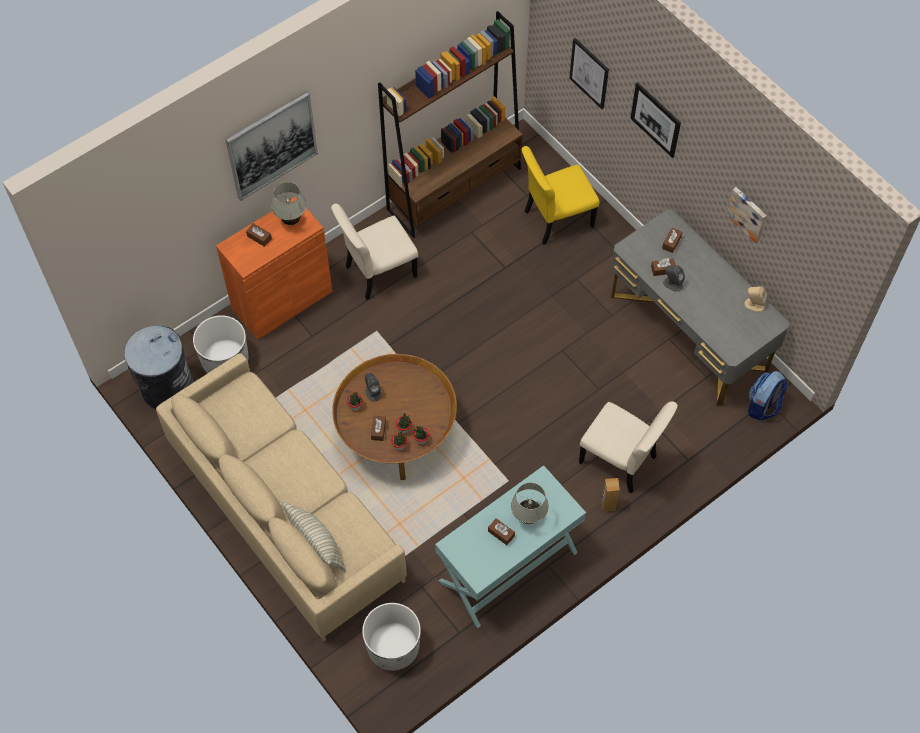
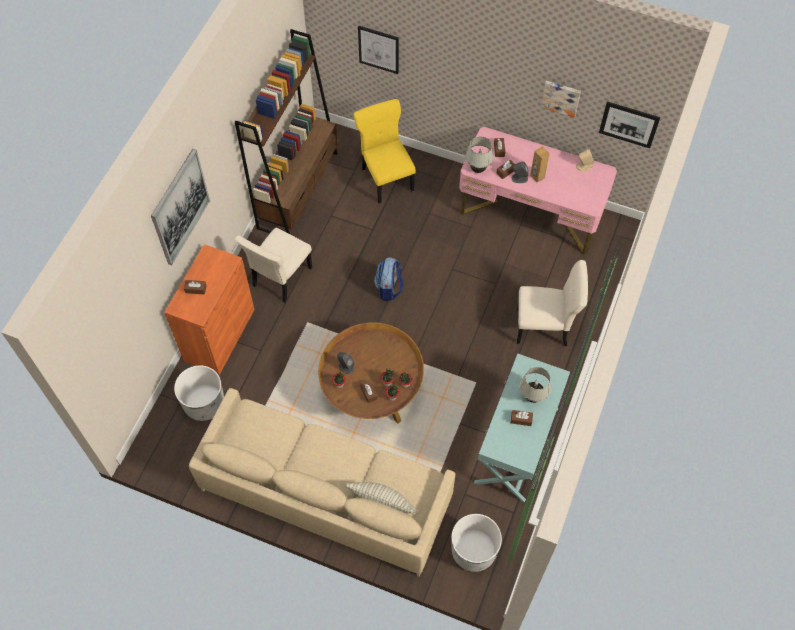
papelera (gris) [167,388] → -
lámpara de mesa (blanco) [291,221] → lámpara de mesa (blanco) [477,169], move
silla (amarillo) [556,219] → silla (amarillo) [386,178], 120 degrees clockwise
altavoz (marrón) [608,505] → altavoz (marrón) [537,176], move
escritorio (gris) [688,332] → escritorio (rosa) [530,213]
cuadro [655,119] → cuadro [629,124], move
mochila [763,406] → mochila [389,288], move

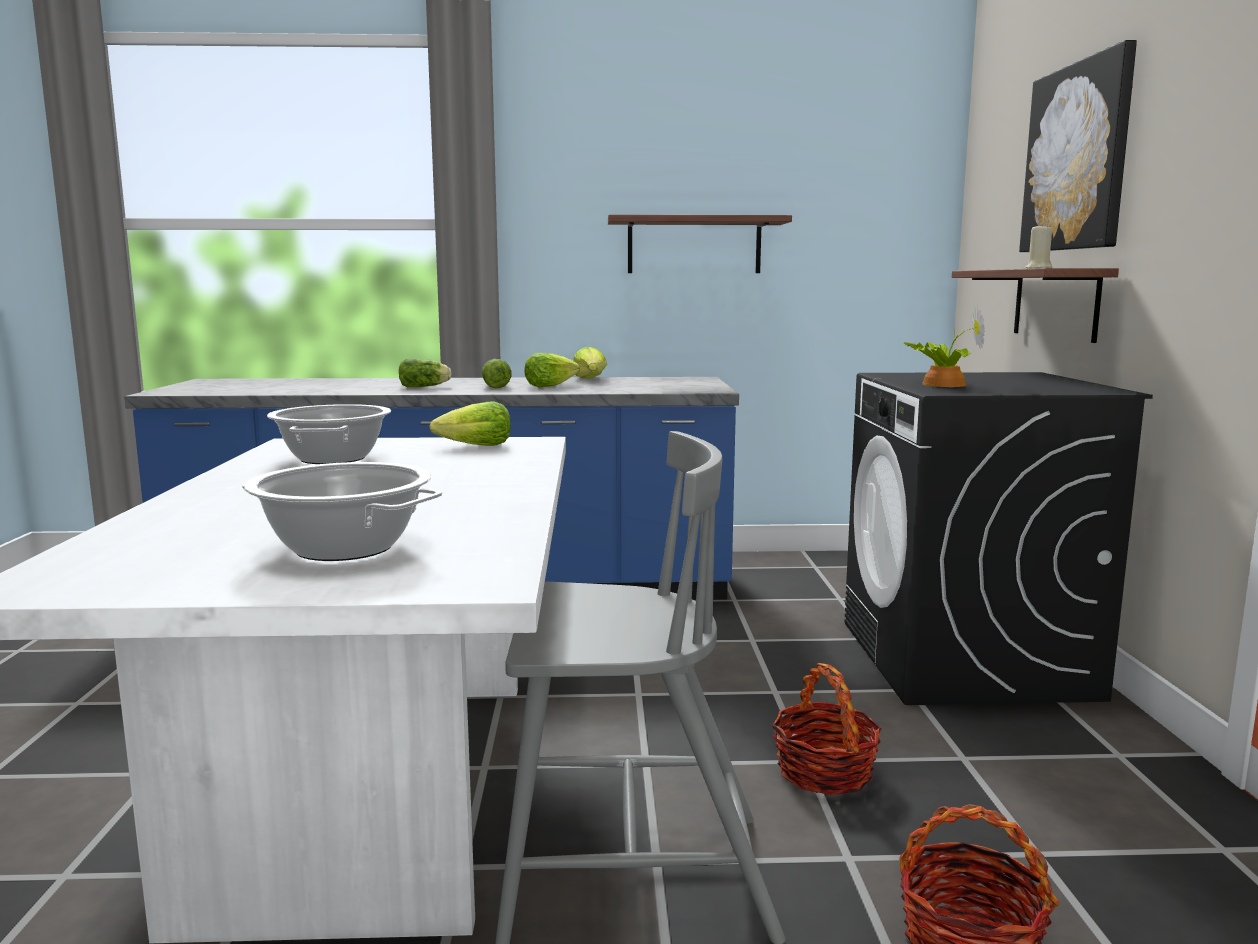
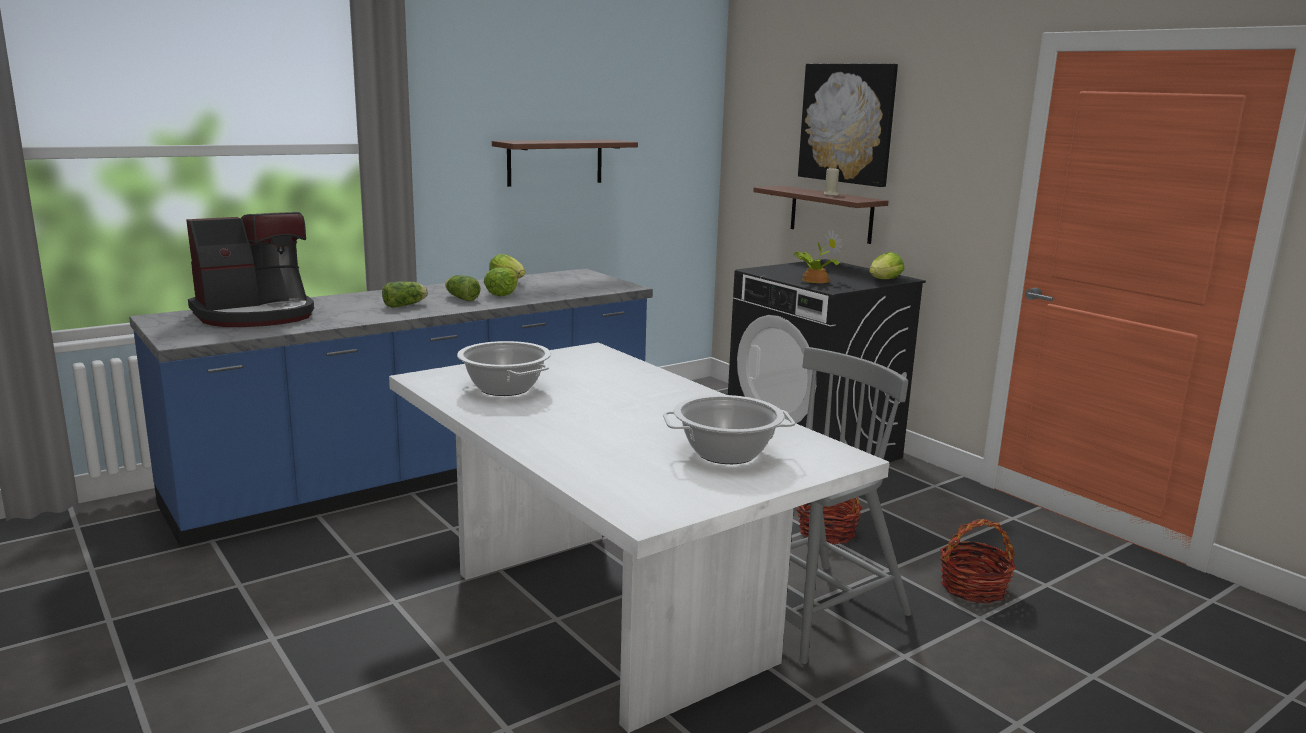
lechuga [476,447] → lechuga [884,280], move
- → cafetera [256,315]

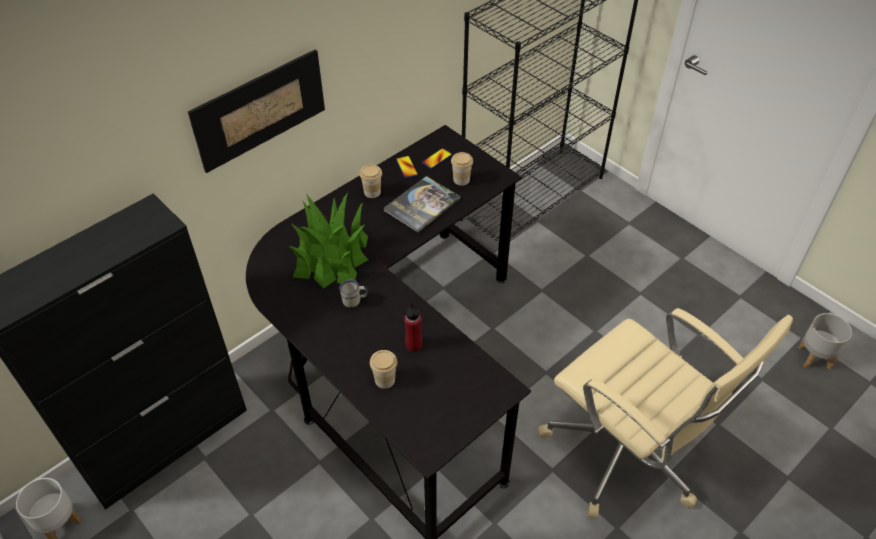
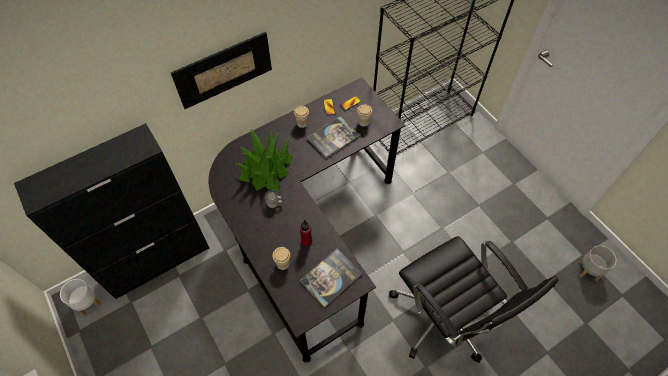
silla de oficina (beis) [627,454] → silla de oficina (negro) [444,318]
- → libro [331,277]

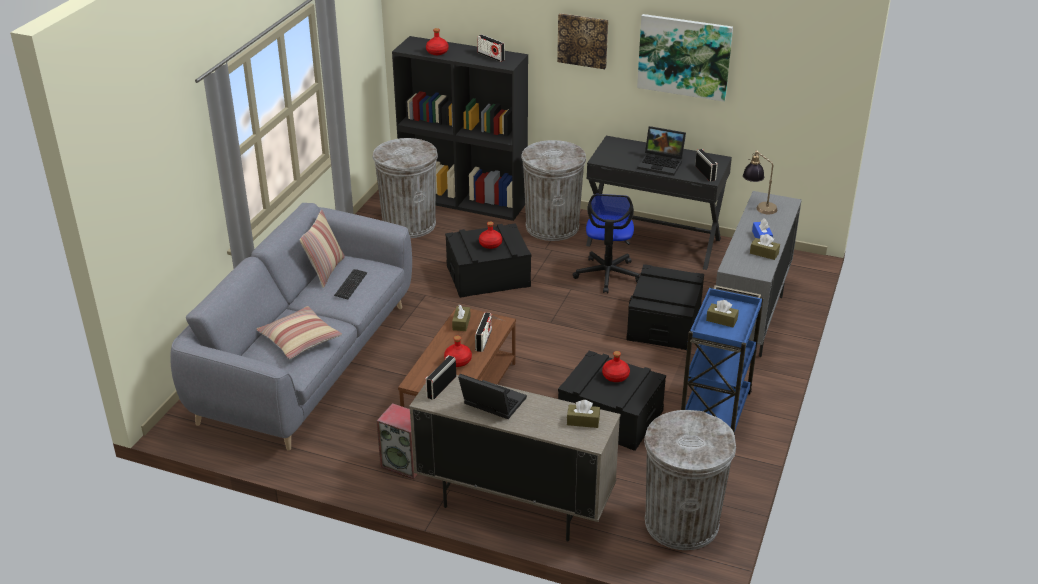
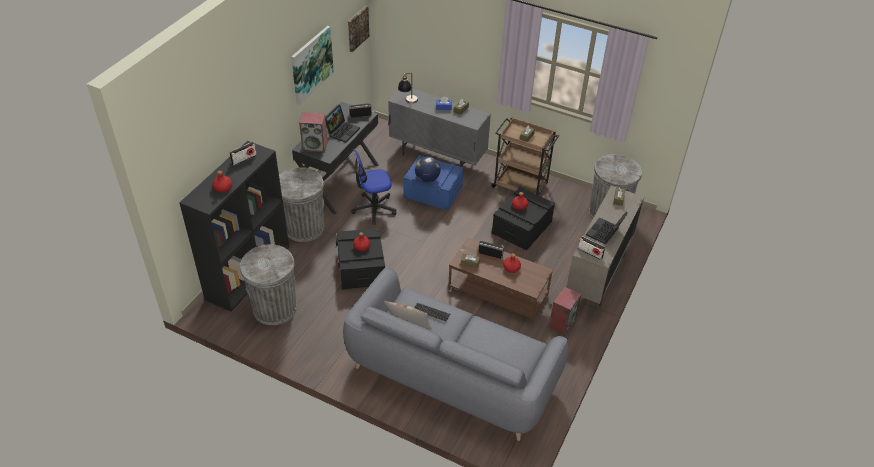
cojín [300,339] → -
cuadro [583,40] → cuadro [357,28], move
silla de oficina [607,275] → silla de oficina [374,209], 150 degrees clockwise
caja de almacenaje (negro) [664,323] → caja de almacenaje (azul) [433,192]
carrito (azul) [715,413] → carrito (marrón) [520,186]
- → altavoz [315,146]
- → globo terráqueo [427,179]

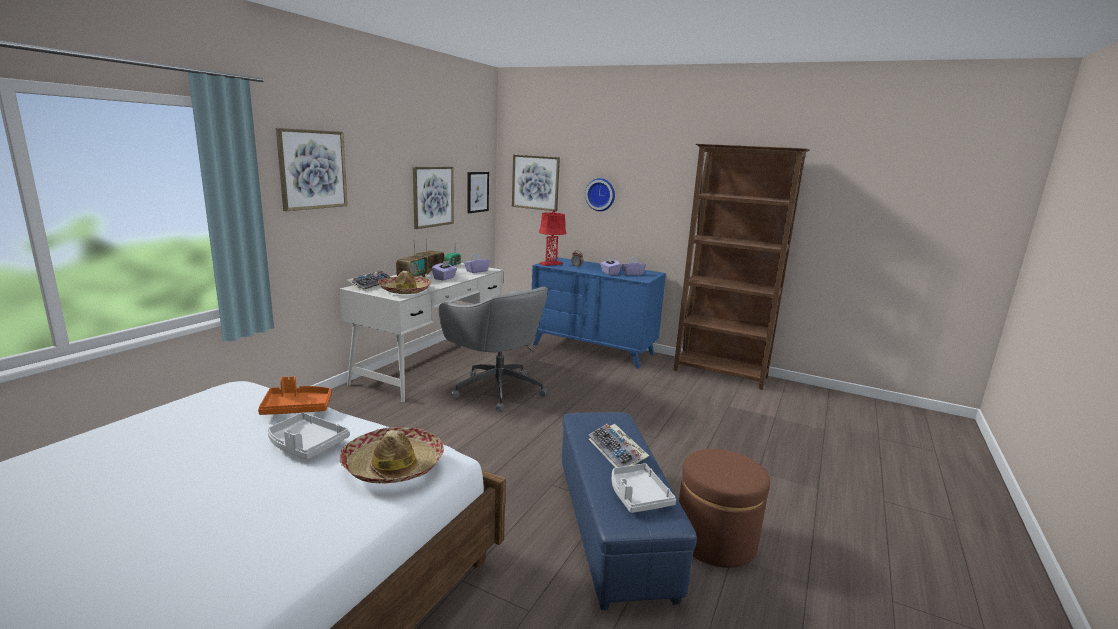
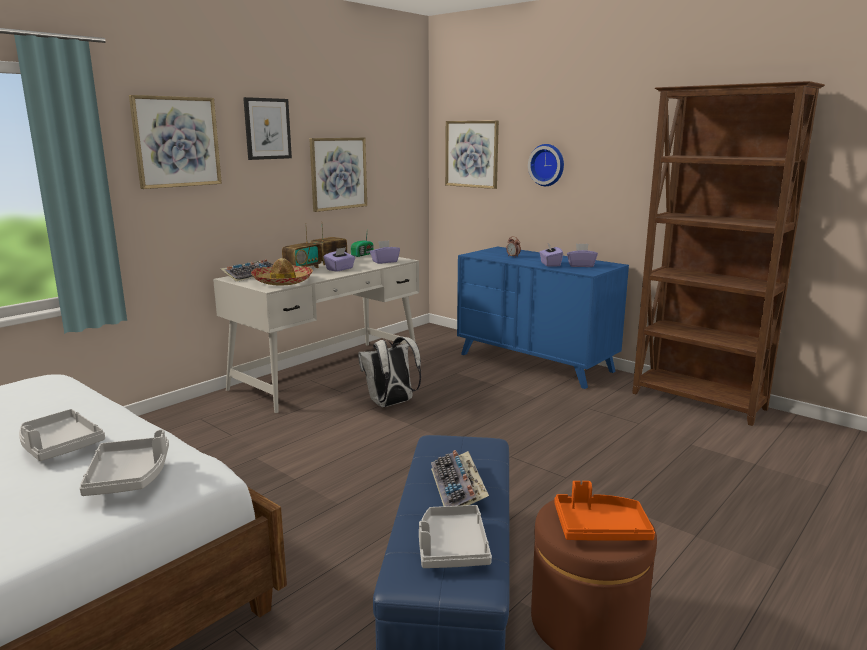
bandeja (naranja) [297,408] → bandeja (naranja) [600,528], move
sombrero [393,465] → bandeja (gris) [129,477]
silla de oficina (gris) [496,389] → mochila (blanco) [391,404]
cuadro [477,192] → cuadro [267,129], move
lámpara de mesa (rojo) [551,264] → -

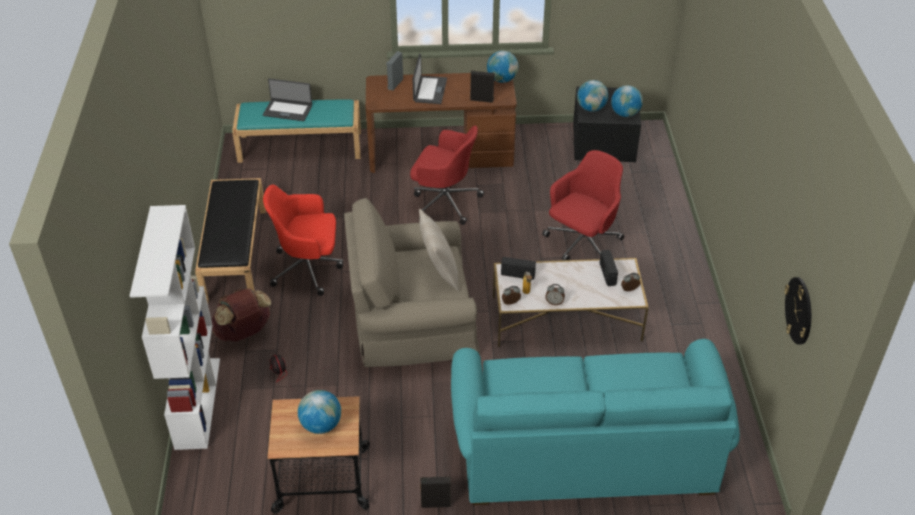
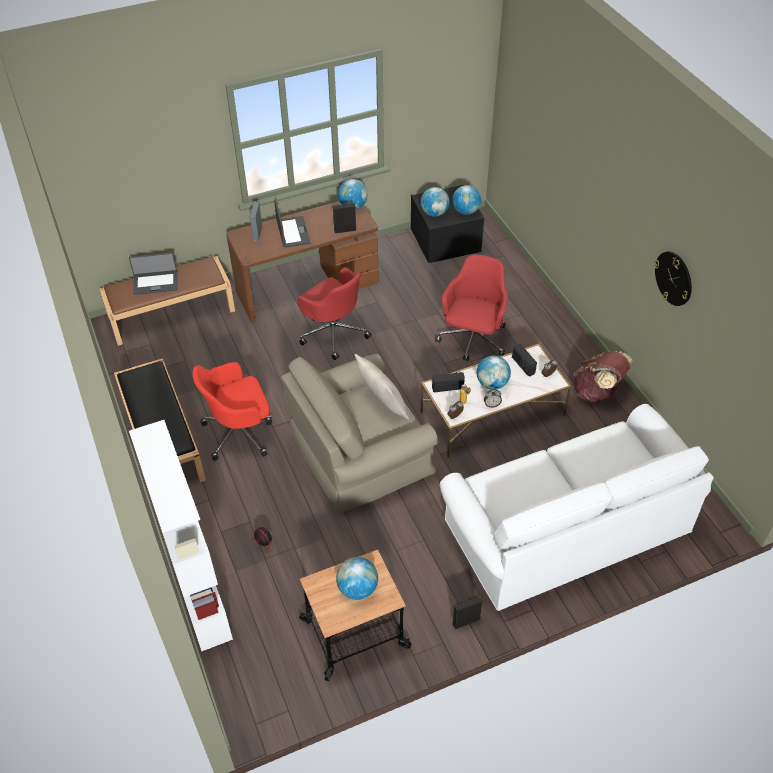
mochila (marrón) [243,332] → mochila (marrón) [597,392], move
banco (turquesa) [301,146] → banco (marrón) [172,313]
silla de oficina (rojo) [444,201] → silla de oficina (rojo) [333,332], 45 degrees clockwise
sofá (turquesa) [585,449] → sofá (blanco) [566,529]
reloj de pared [799,310] → reloj de pared [673,278], move
- → globo terráqueo [492,384]

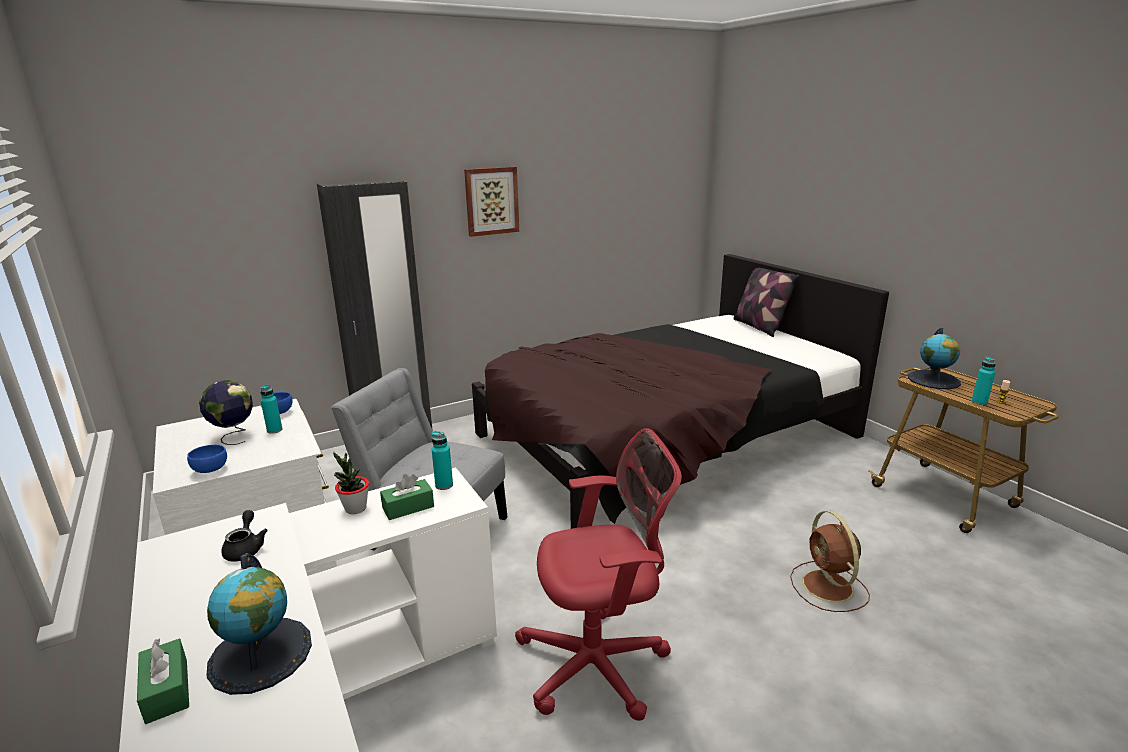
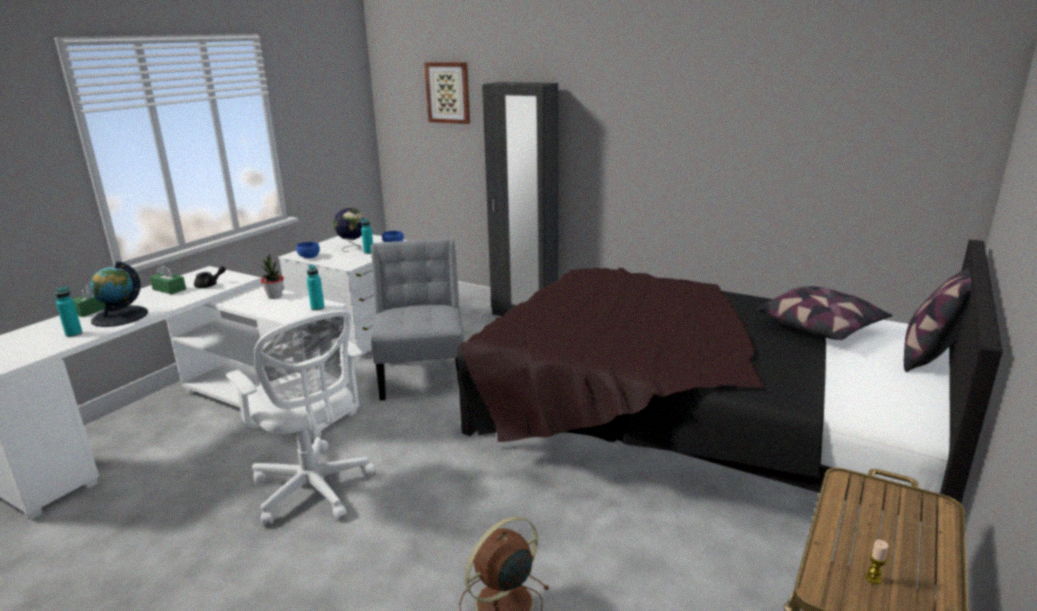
caja de pañuelos (verde) [408,507] → caja de pañuelos (verde) [169,289], move
cuadro [491,201] → cuadro [448,92], move
silla de oficina (rojo) [599,664] → silla de oficina (blanco) [314,490]
globo terráqueo [933,380] → -
botella (turquesa) [979,402] → botella (turquesa) [74,334], move
- → cojín [821,328]

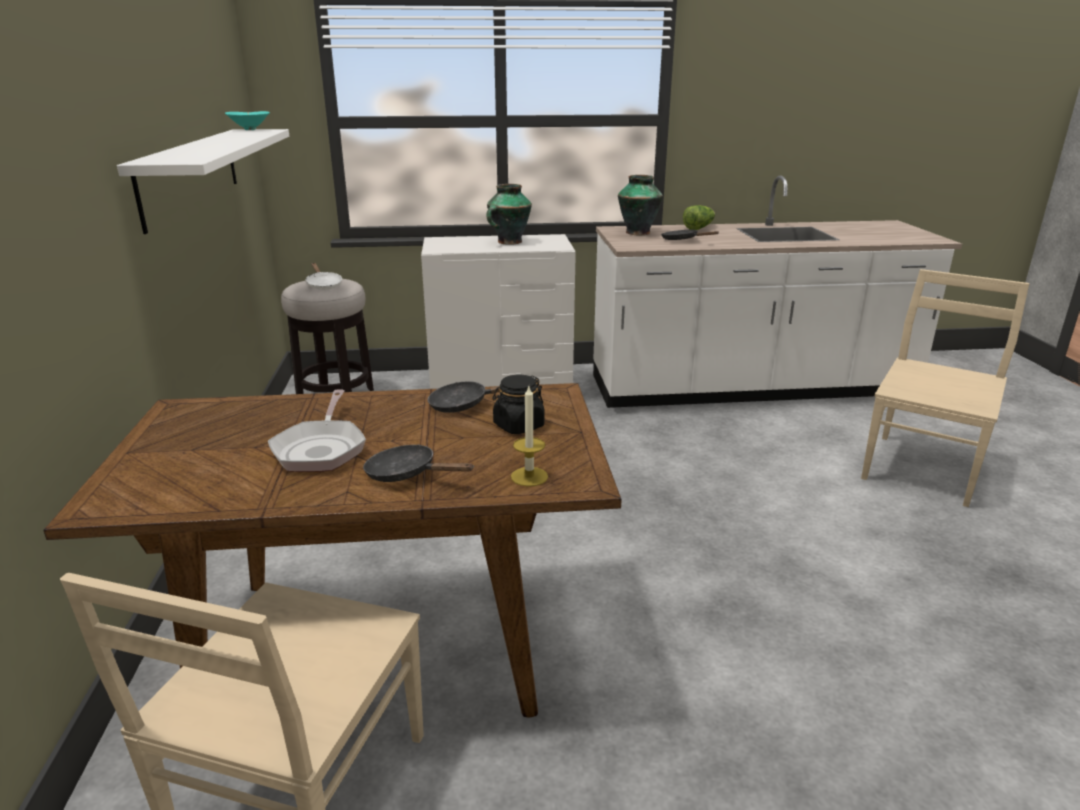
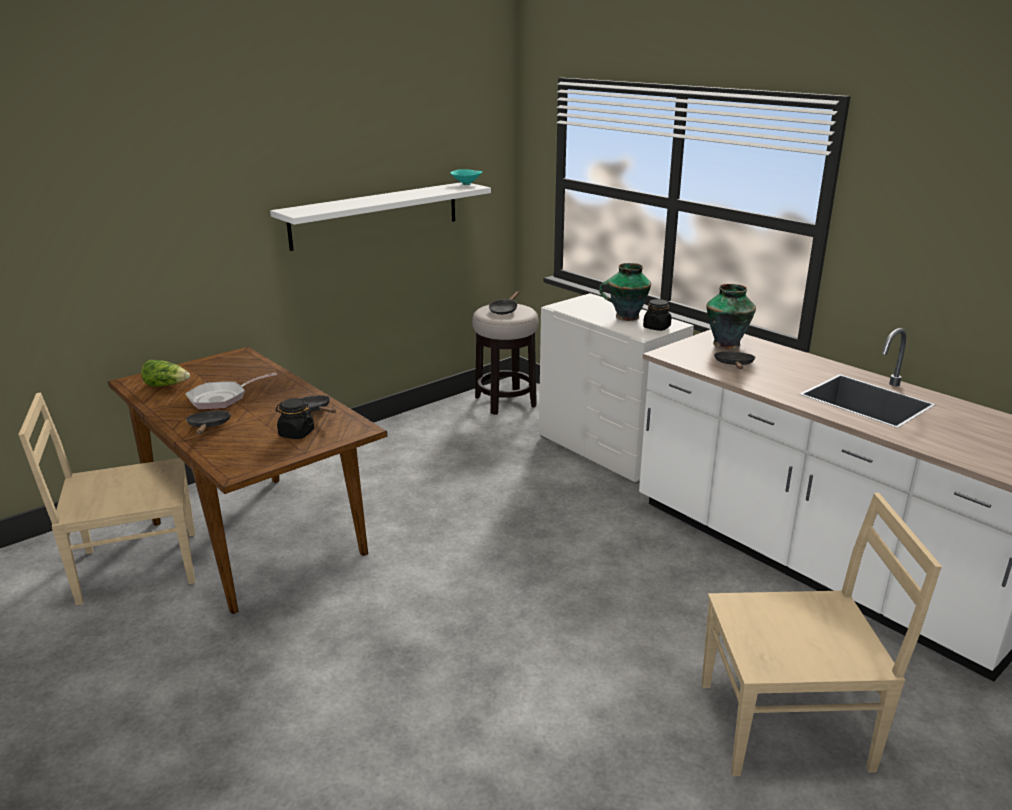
sartén (blanco) [323,285] → sartén (negro) [504,310]
vela [529,476] → -
lechuga [698,228] → lechuga [167,385], move
- → tarro (negro) [656,327]

